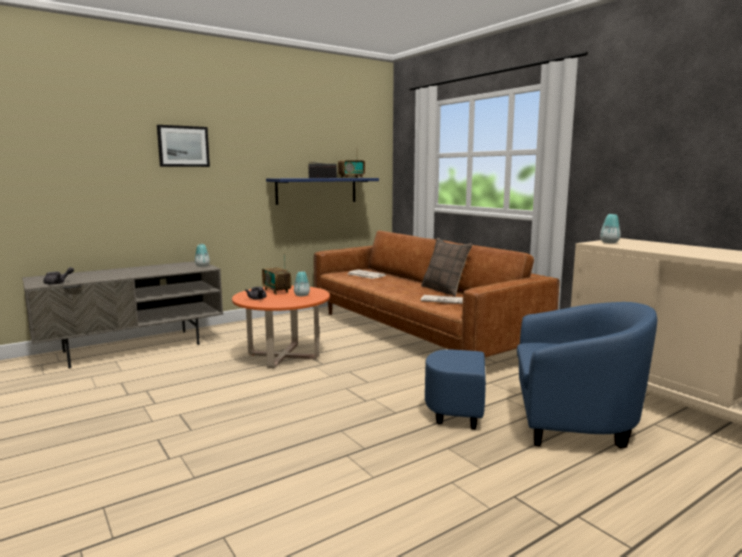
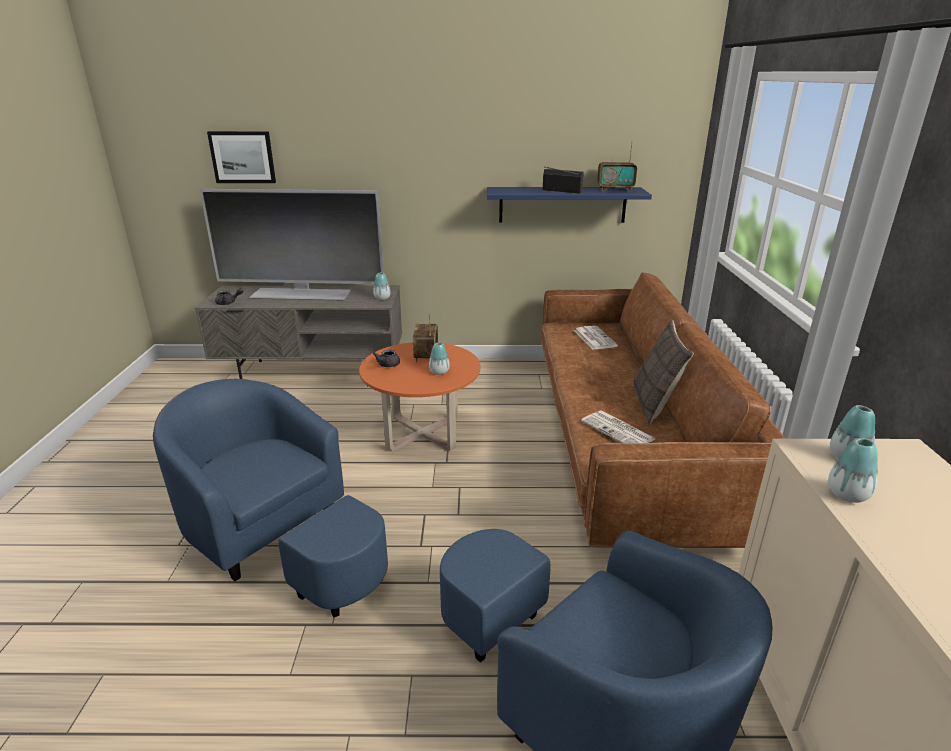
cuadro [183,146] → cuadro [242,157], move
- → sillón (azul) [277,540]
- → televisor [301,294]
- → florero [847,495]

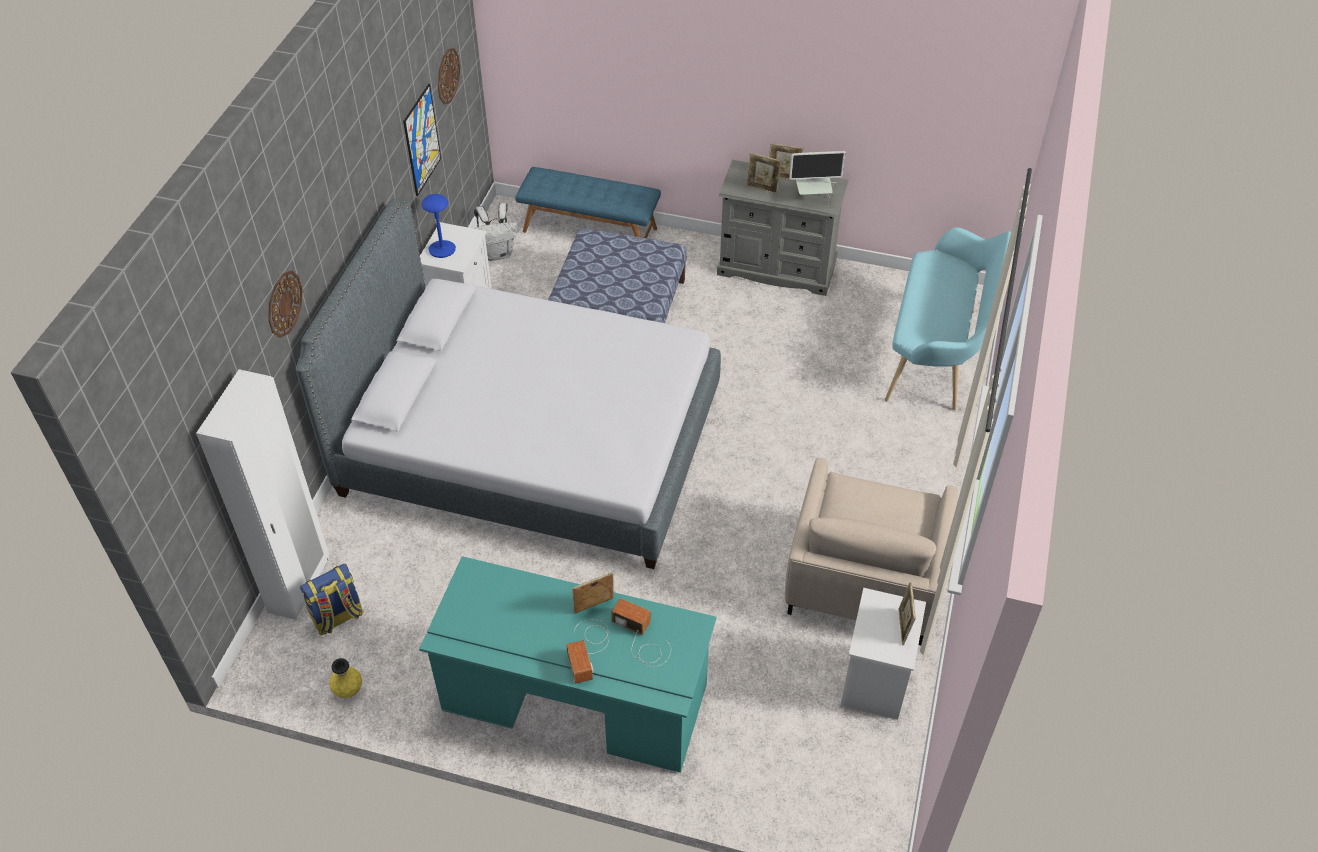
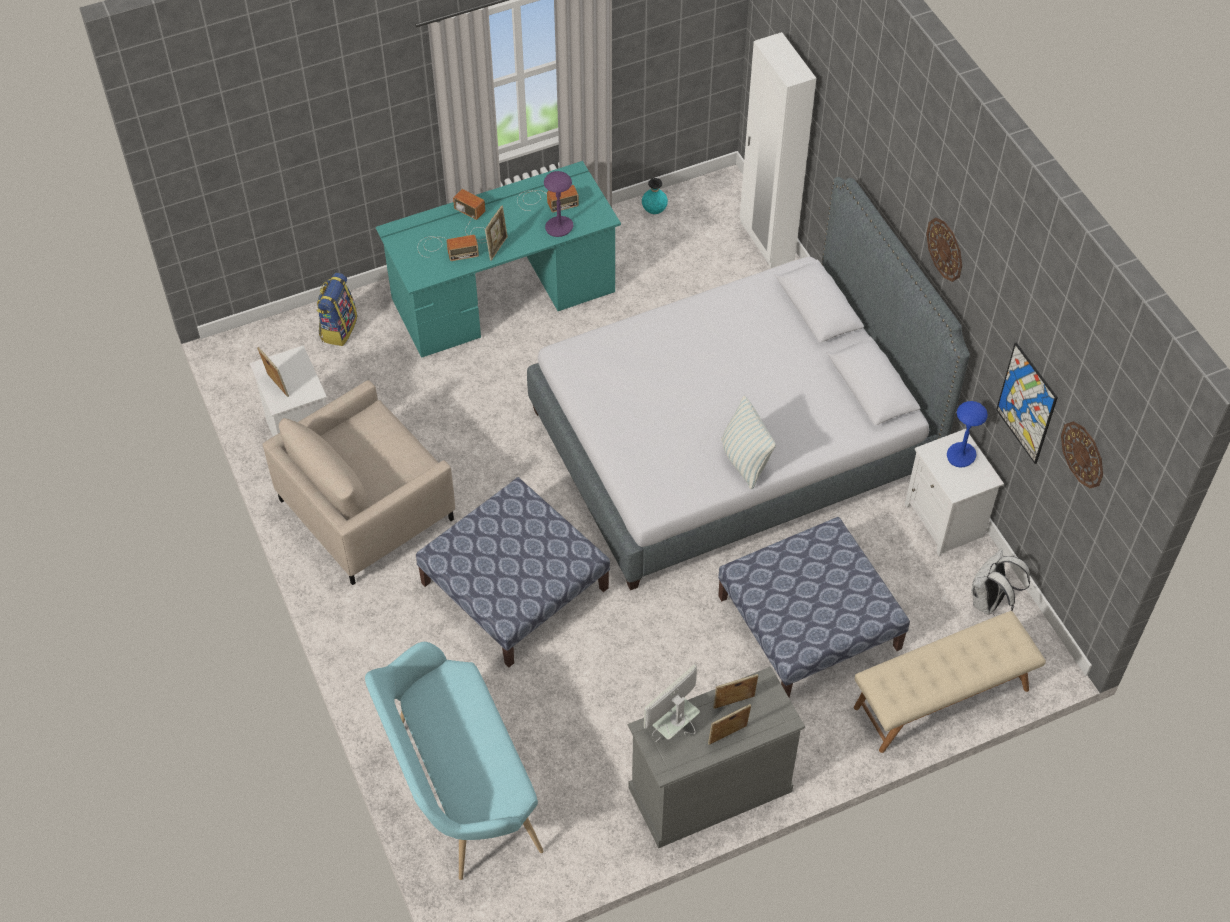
reloj de pared [284,303] → reloj de pared [945,249], move
mochila [337,617] → mochila [338,328], move
florero (amarillo) [348,690] → florero (turquesa) [654,210]
banco (azul) [590,229] → banco (beis) [942,699]
sillón (beis) [863,578] → sillón (beis) [366,509], 105 degrees counterclockwise
- → puf [513,586]
- → radio [545,201]
- → lámpara de mesa (morado) [559,227]
- → cojín [745,461]

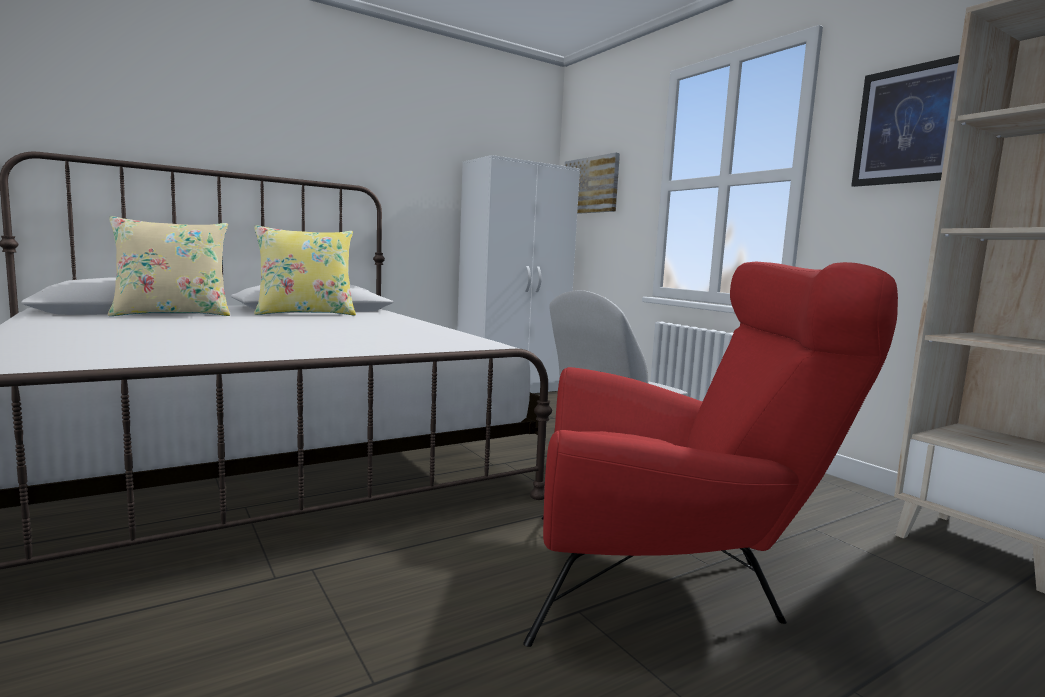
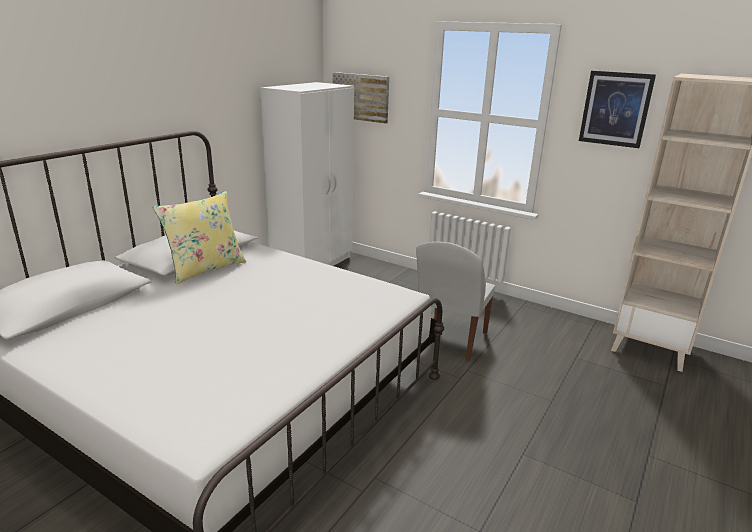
cojín (beis) [173,314] → -
sillón (rojo) [669,580] → -

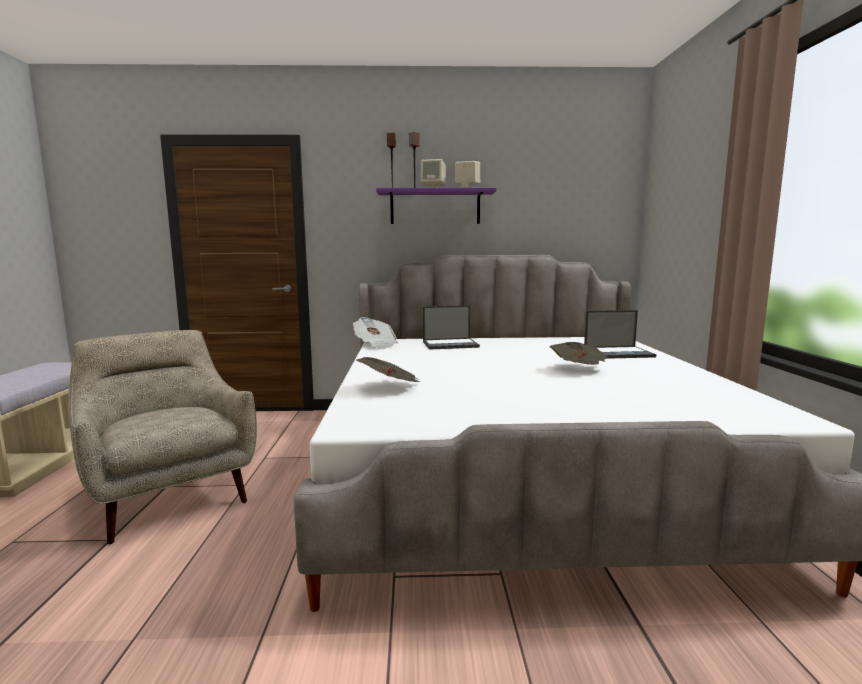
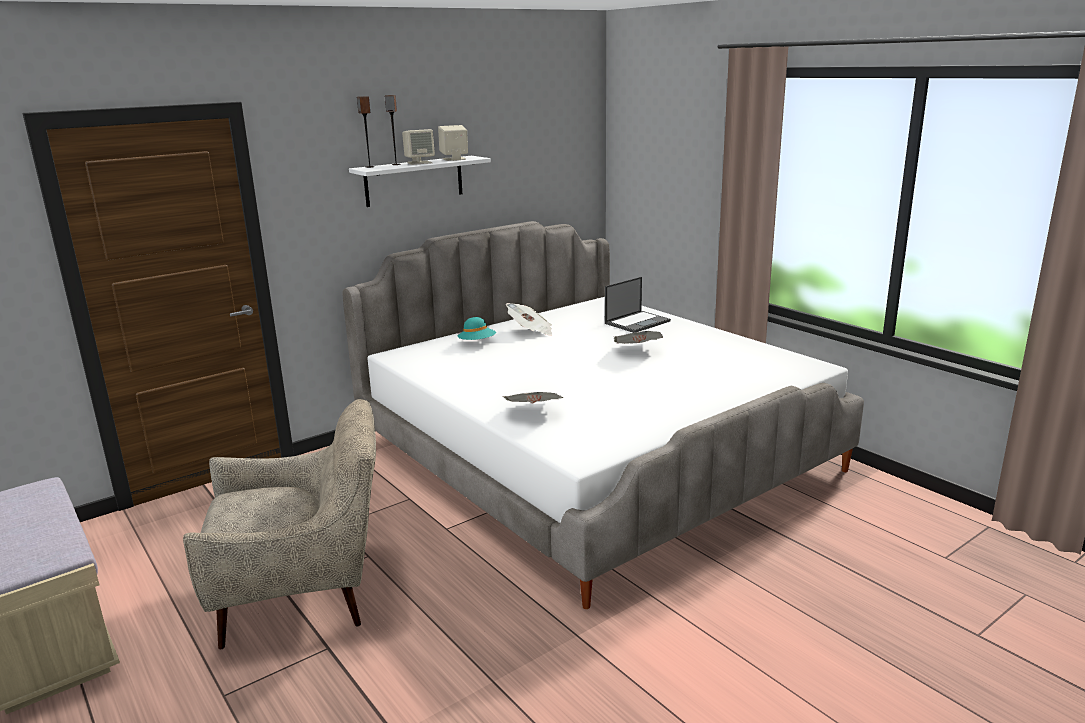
sillón (beis) [169,494] → sillón (beis) [305,594], 150 degrees clockwise
periódico [375,345] → periódico [531,331], move
estante (morado) [435,207] → estante (blanco) [414,181]
portátil [451,344] → sombrero (turquesa) [477,343]

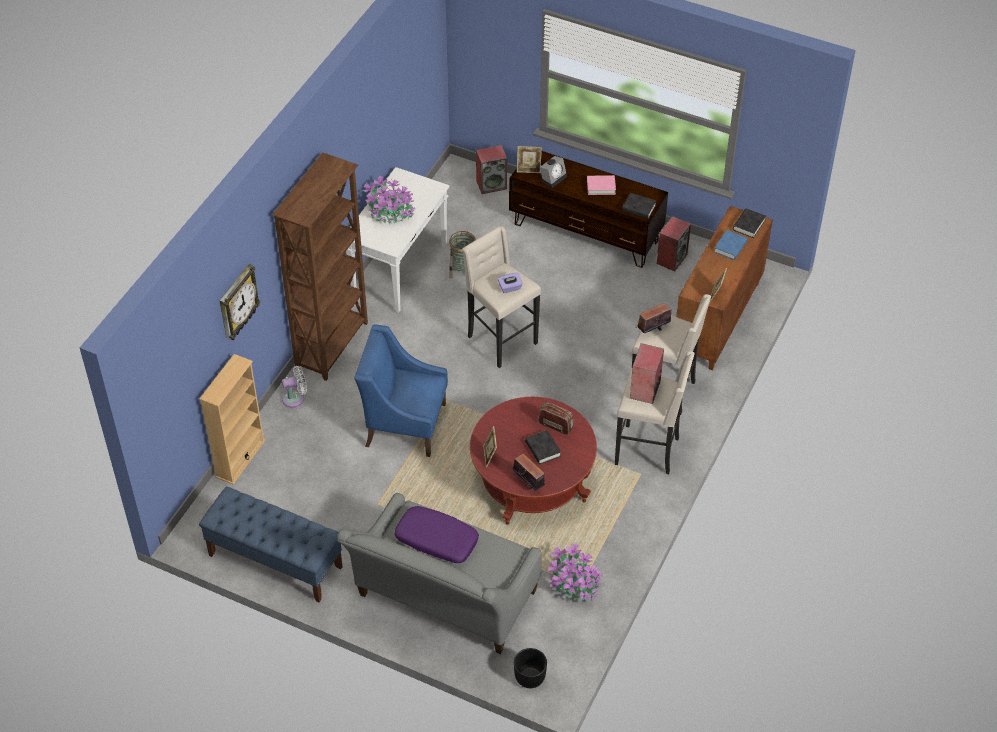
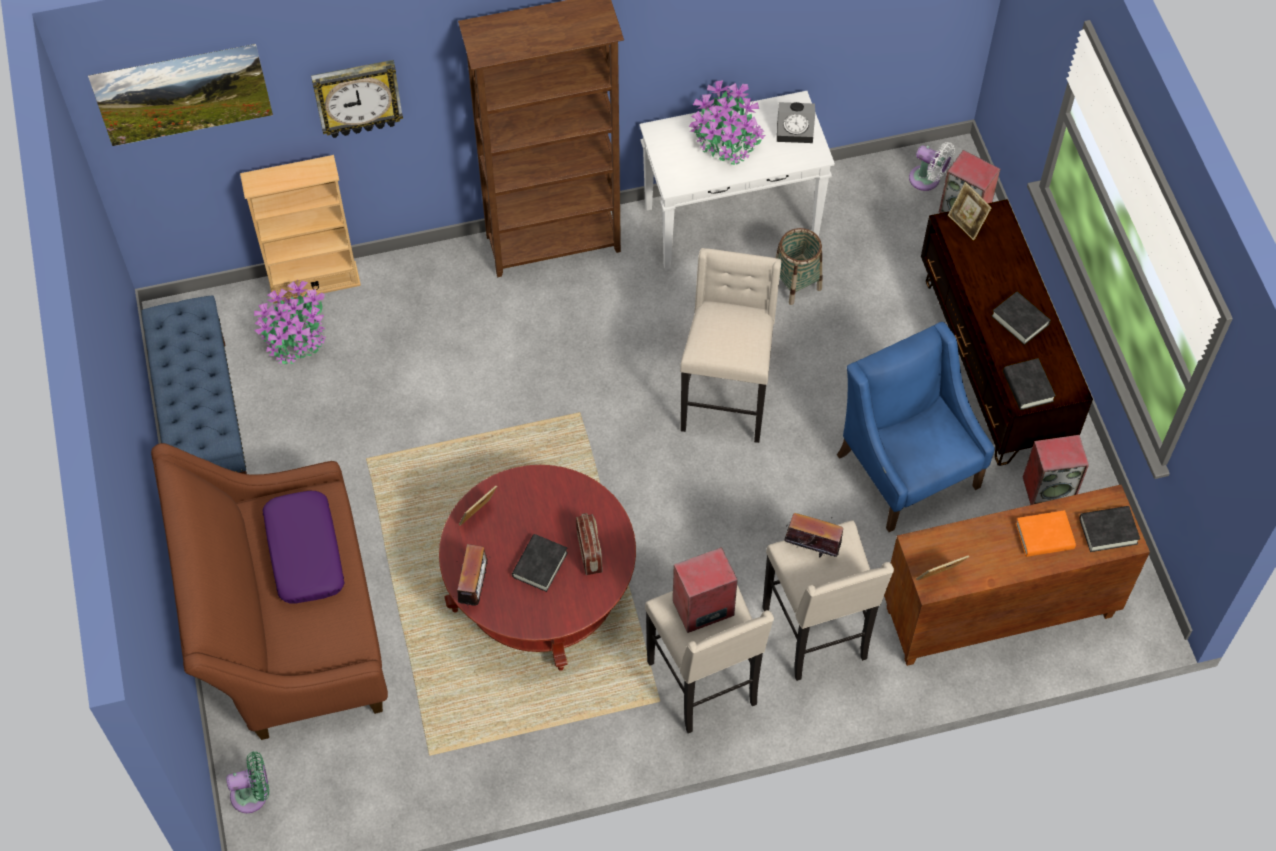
ventilador (blanco) [295,398] → ventilador (blanco) [927,180], move
sofá (gris) [443,600] → sofá (marrón) [288,625]
sillón (azul) [404,424] → sillón (azul) [907,469], move
caja de pañuelos (morado) [510,288] → -
maceta (negro) [529,677] → ventilador (verde) [253,794]
despertador [553,177] → despertador [796,131], move
planta en maceta [573,585] → planta en maceta [296,337], move
libro (rosa) [601,187] → libro (negro) [1020,320]
libro (azul) [730,247] → libro (naranja) [1044,536]
- → cuadro [188,113]

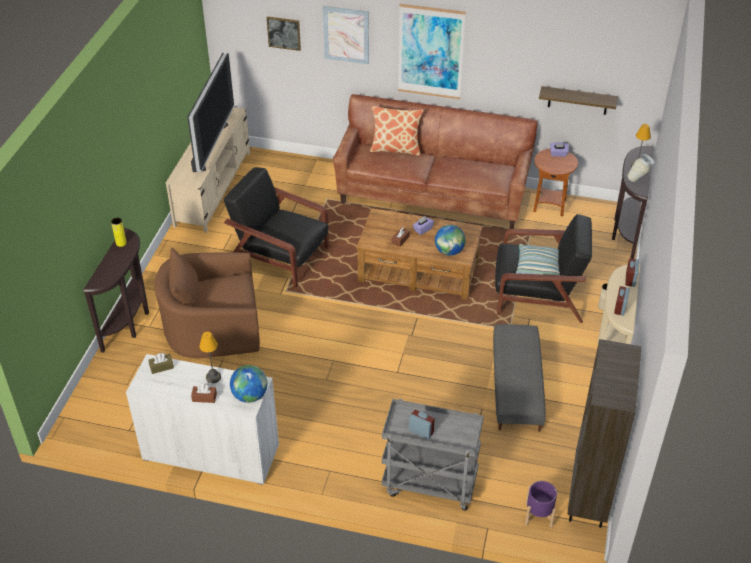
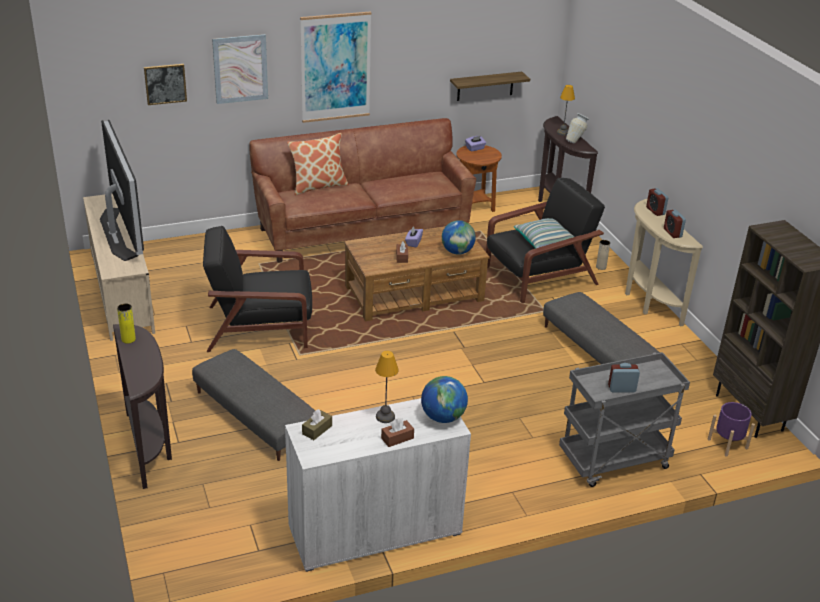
sillón (marrón) [213,328] → puf (gris) [255,415]

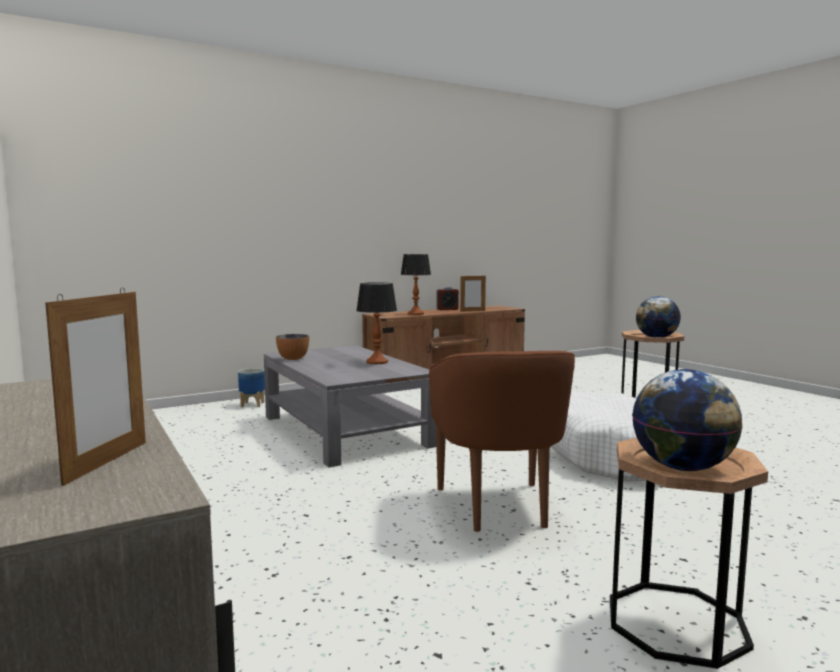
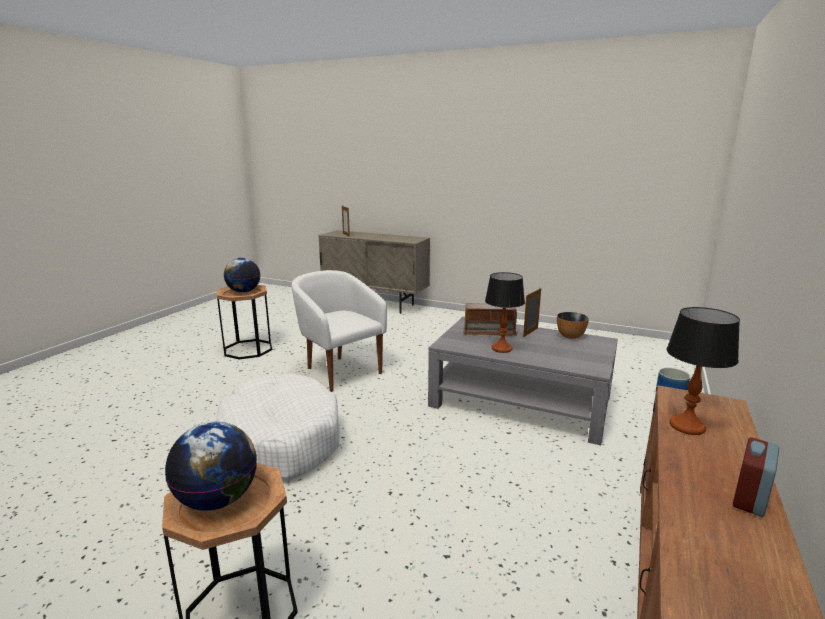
sillón (marrón) [498,506] → sillón (blanco) [339,371]
portarretratos [472,311] → portarretratos [530,332], move
- → radio [489,332]

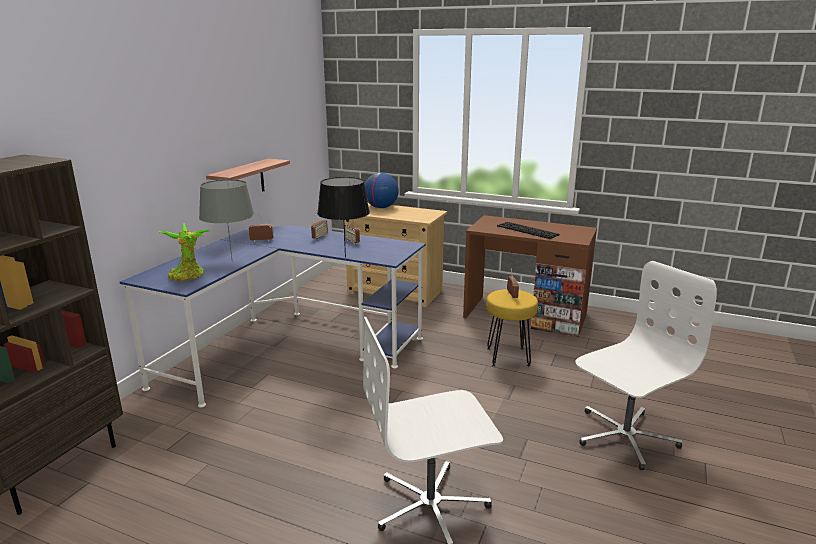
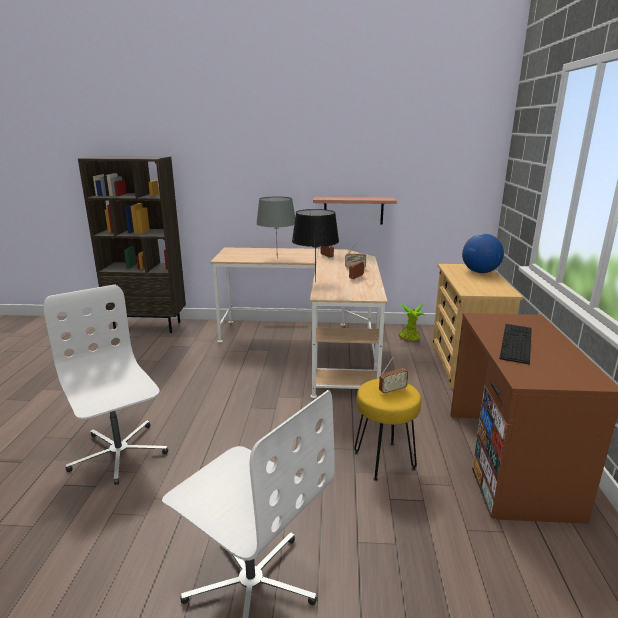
escritorio (azul) [288,347] → escritorio (beis) [311,346]
planta en maceta [188,276] → planta en maceta [410,338], move

